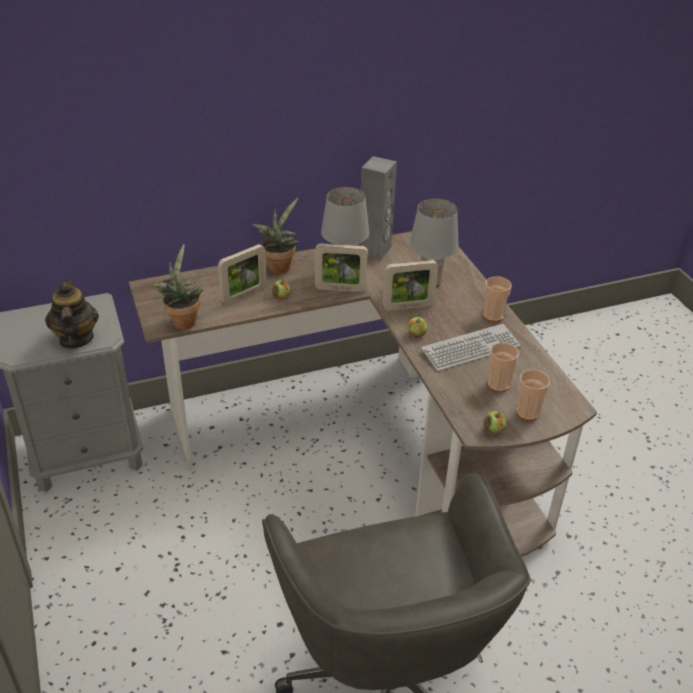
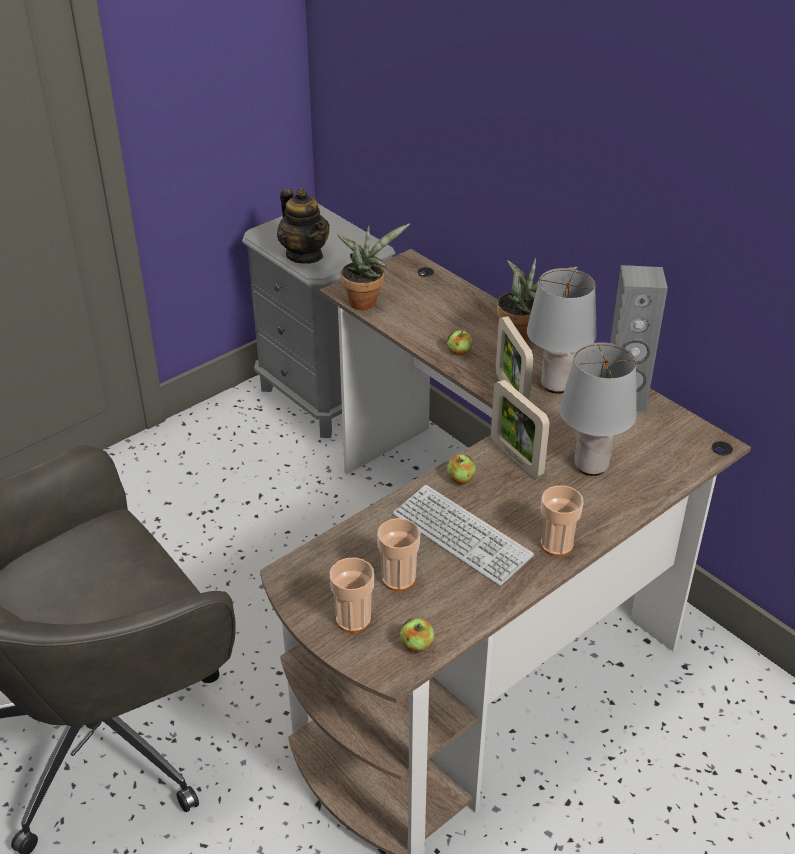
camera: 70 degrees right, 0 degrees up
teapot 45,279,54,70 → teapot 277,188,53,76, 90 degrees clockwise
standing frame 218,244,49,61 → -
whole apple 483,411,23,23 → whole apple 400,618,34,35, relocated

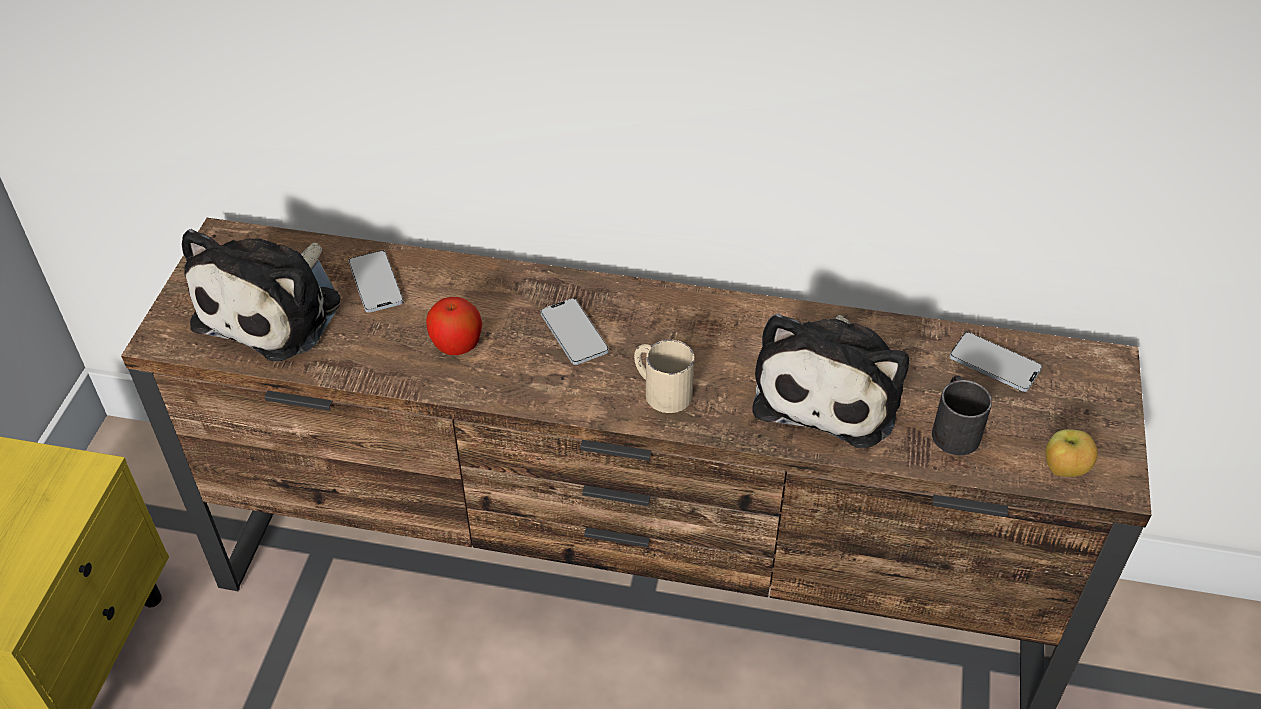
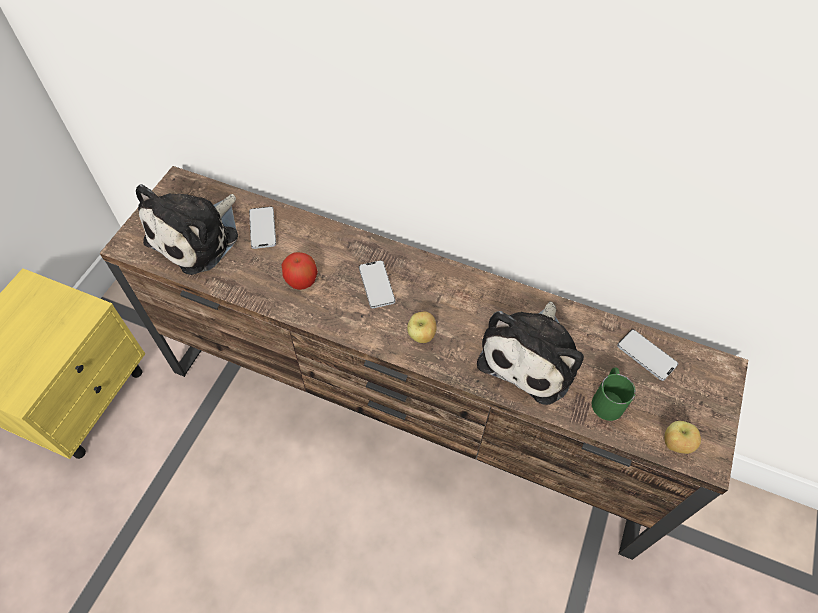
camera: 10 degrees right, 10 degrees up
beige coffee mug 634,339,61,74 → whole apple 407,312,30,31
black coffee mug 932,375,60,80 → green coffee mug 592,367,44,54

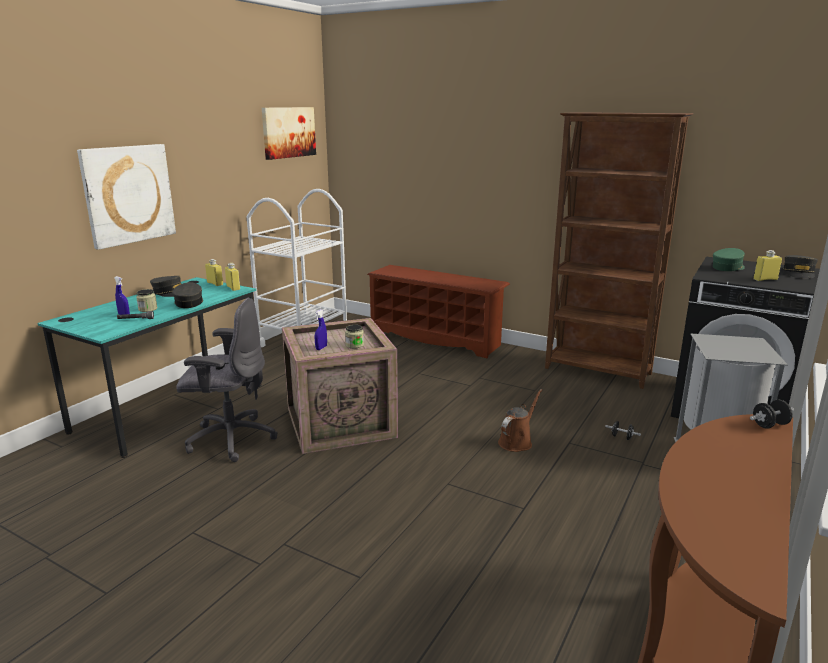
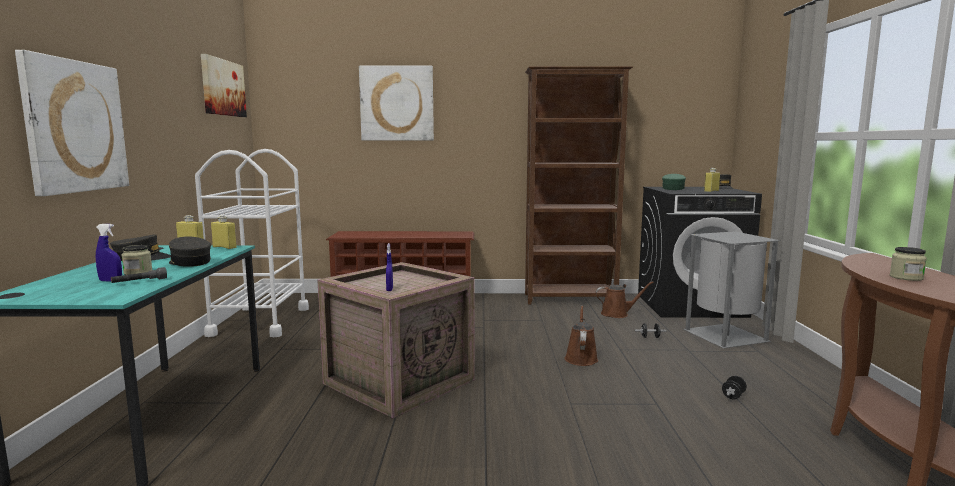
camera: 30 degrees left, 10 degrees down
gray desk chair 176,298,102,164 → -
storage jar 345,324,19,24 → storage jar 890,247,37,34, relocated
black hand weight 750,400,44,28 → black hand weight 722,376,24,23, relocated
- → wall art 359,65,75,76
- → brown watering pot 595,281,59,37

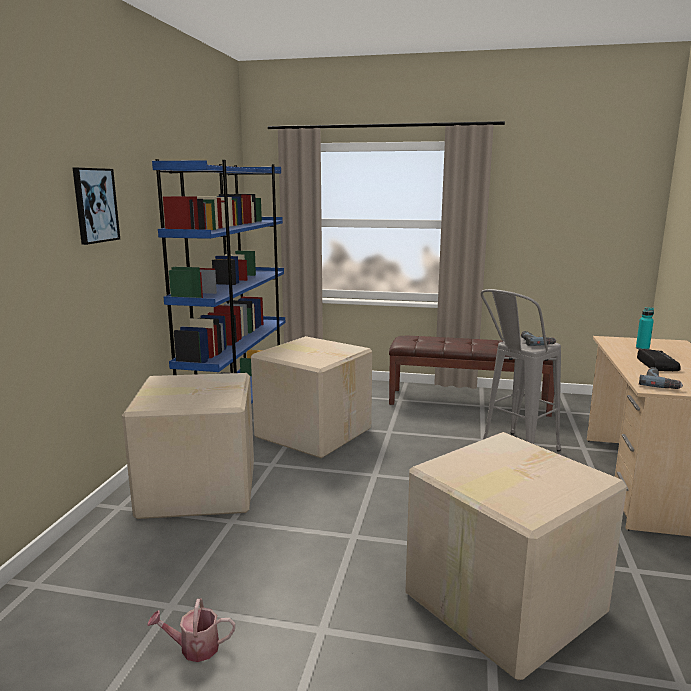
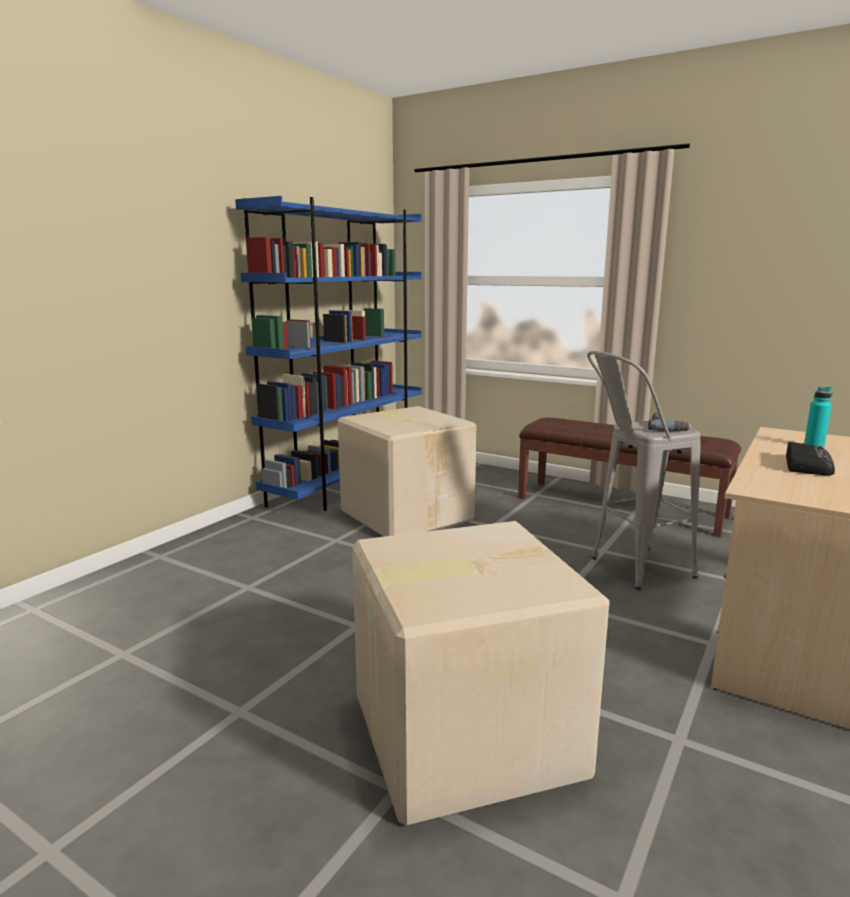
camera: 20 degrees right, 0 degrees up
wall art 73,167,47,78 → -
packing box 122,373,132,146 → -
watering pot 148,599,87,63 → -
drill 639,367,44,22 → -

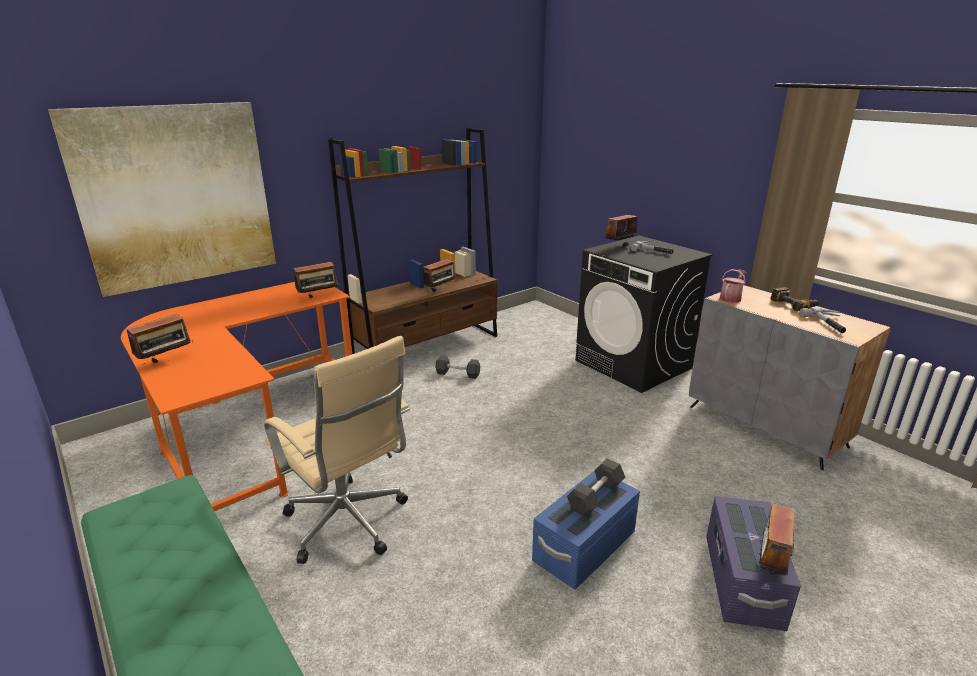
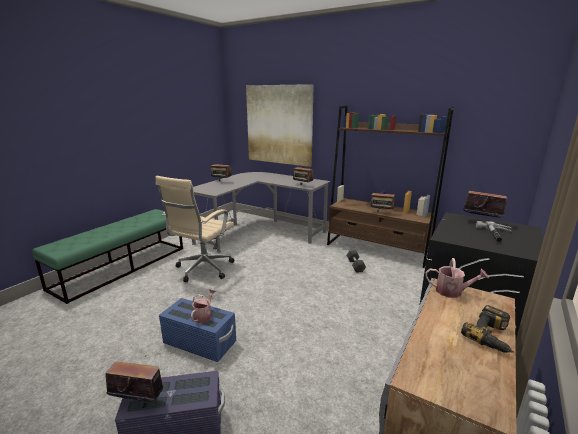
camera: 70 degrees right, 5 degrees down
orangey desk table 121,282,231,229 → gray desk table 192,172,138,81
gray hand weight 567,459,58,58 → watering pot 191,289,25,34
hammer 799,307,47,26 → -

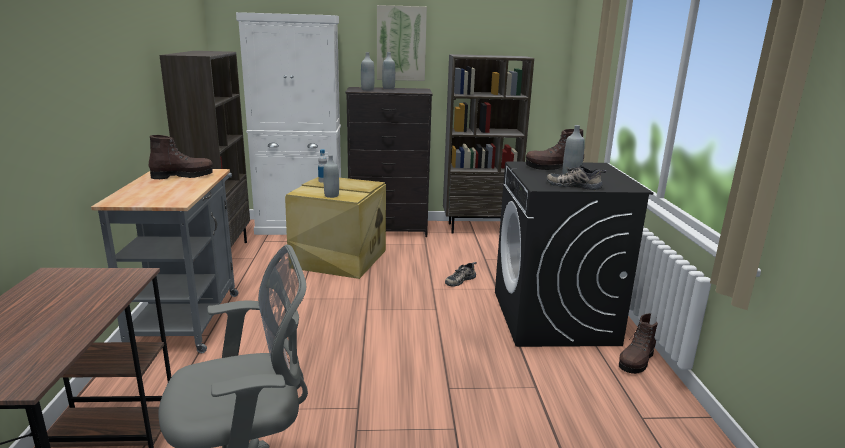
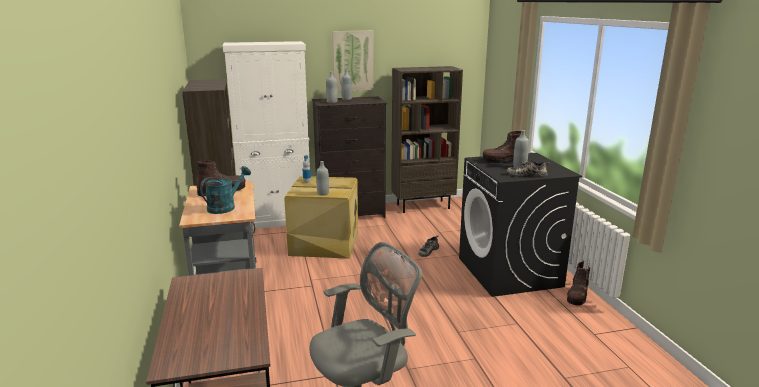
camera: 10 degrees left, 0 degrees up
- → blue-green watering pot 200,166,51,48

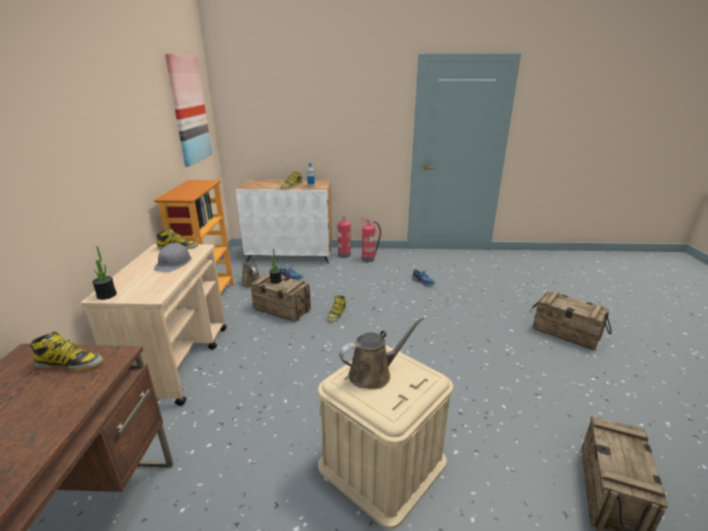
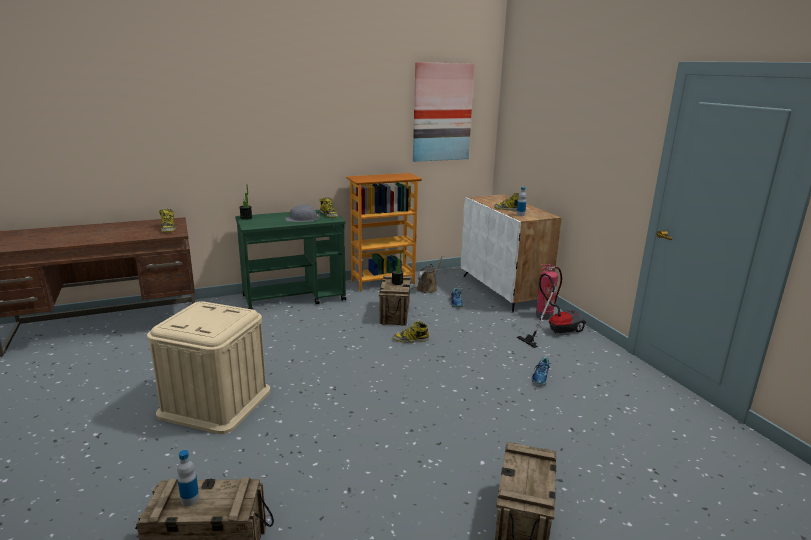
camera: 65 degrees right, 5 degrees down
beige wheeled cart 81,244,146,162 → green wheeled cart 235,210,111,100
brown watering pot 339,317,85,73 → -
fire-fighting cylinder 361,218,20,44 → vacuum cleaner 516,274,70,74
- → bottle 177,450,22,56

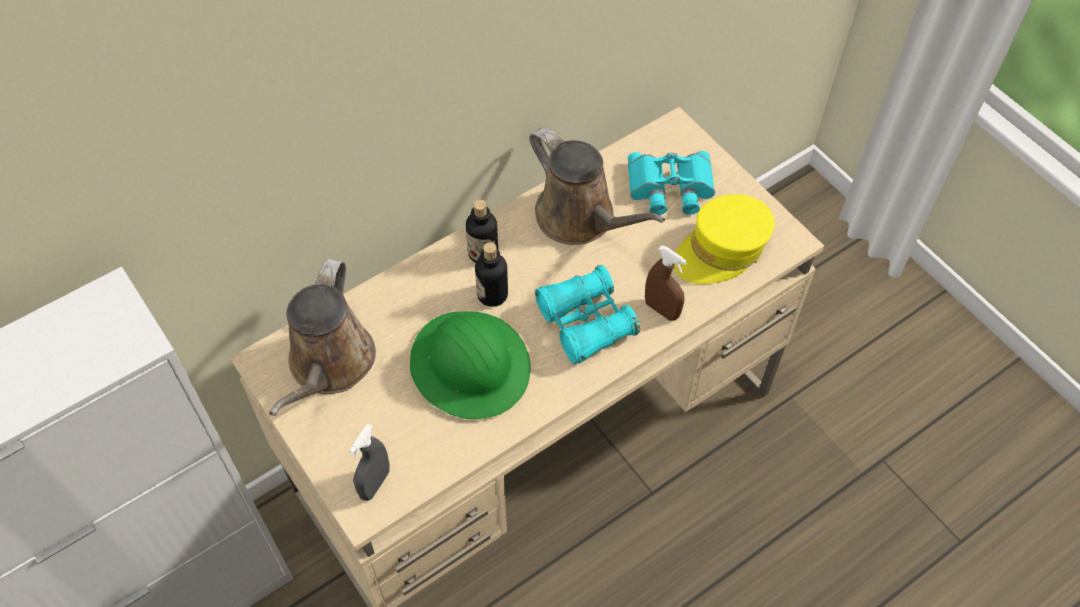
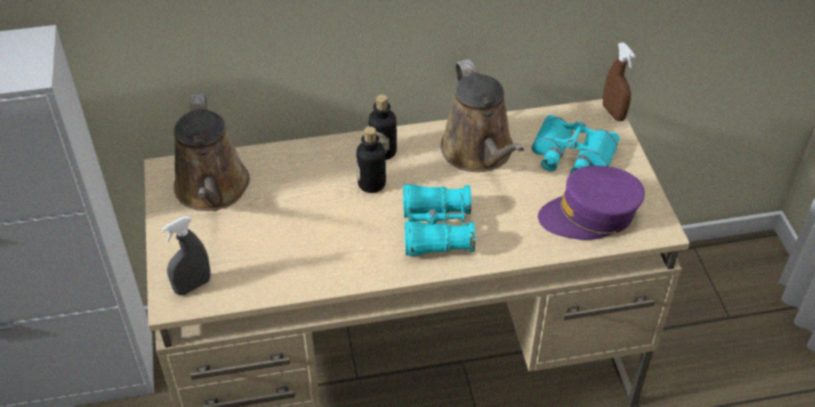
camera: 25 degrees right, 10 degrees down
brown watering pot 269,259,107,157 → brown watering pot 174,93,76,118, 45 degrees counterclockwise
green work helmet 410,311,121,108 → -
brown sprayer 645,246,42,75 → brown sprayer 603,43,33,78, relocated
yellow baseball cap 674,194,101,90 → purple-coloured baseball cap 538,165,107,75

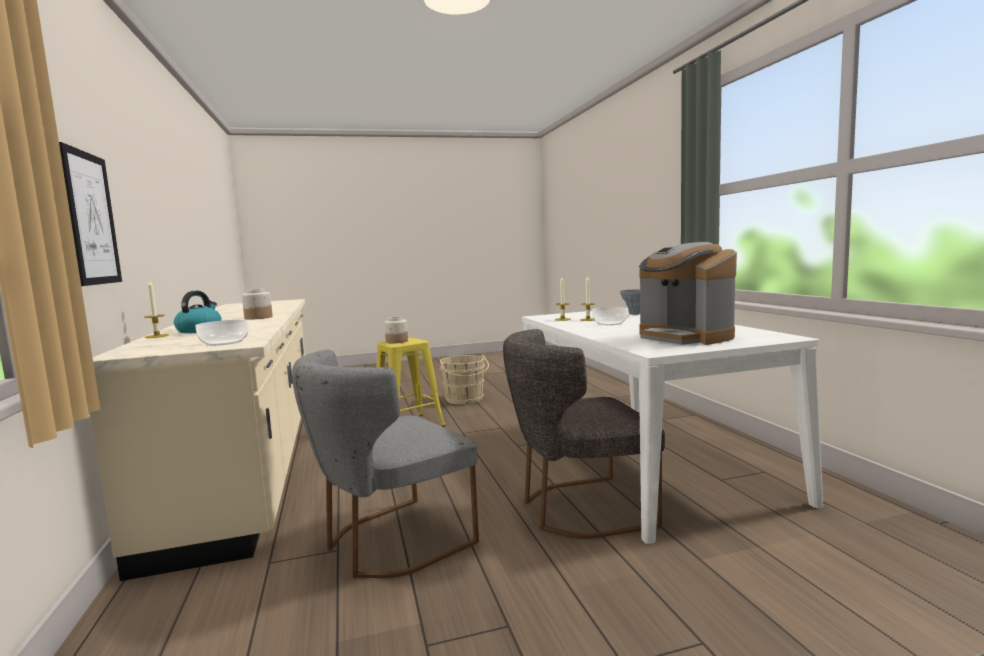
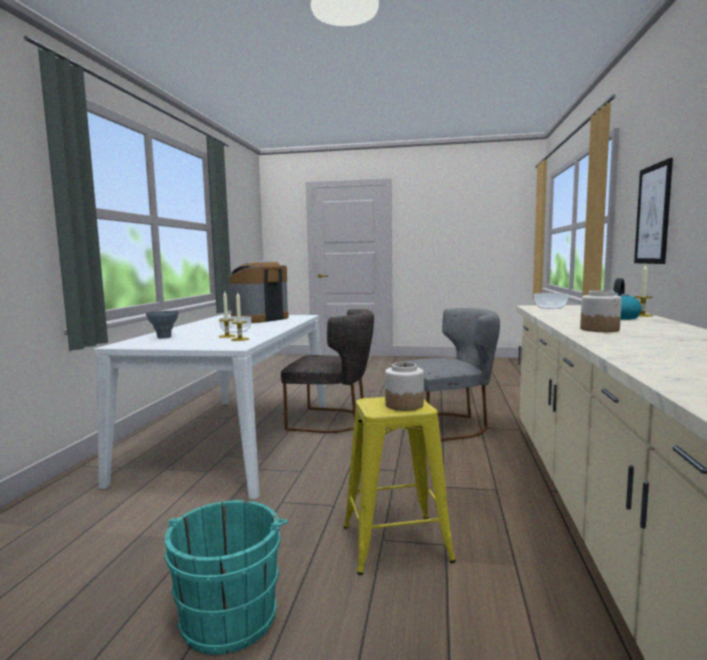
camera: 155 degrees left, 0 degrees up
beige water bucket 440,354,49,50 → blue-green water bucket 164,500,124,155
coffee machine 639,242,98,103 → coffee machine 229,260,59,63, 135 degrees counterclockwise

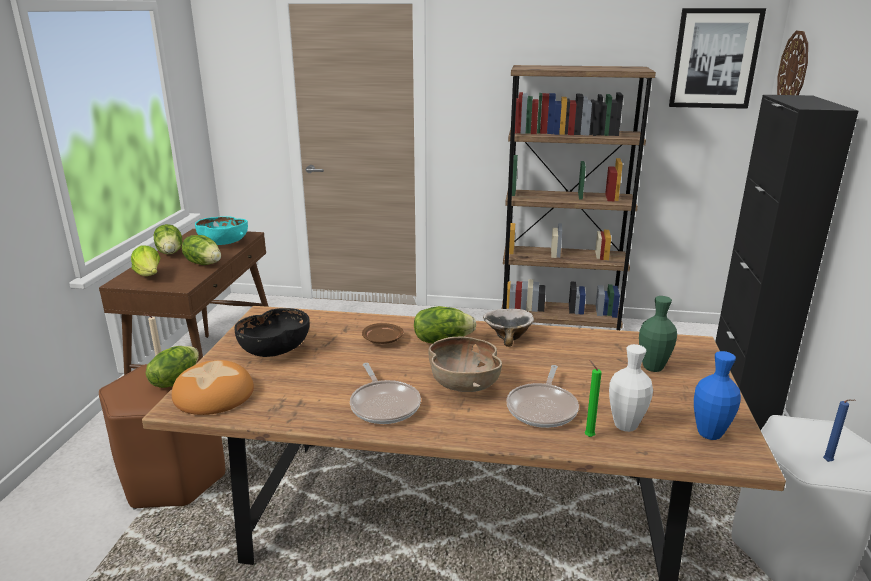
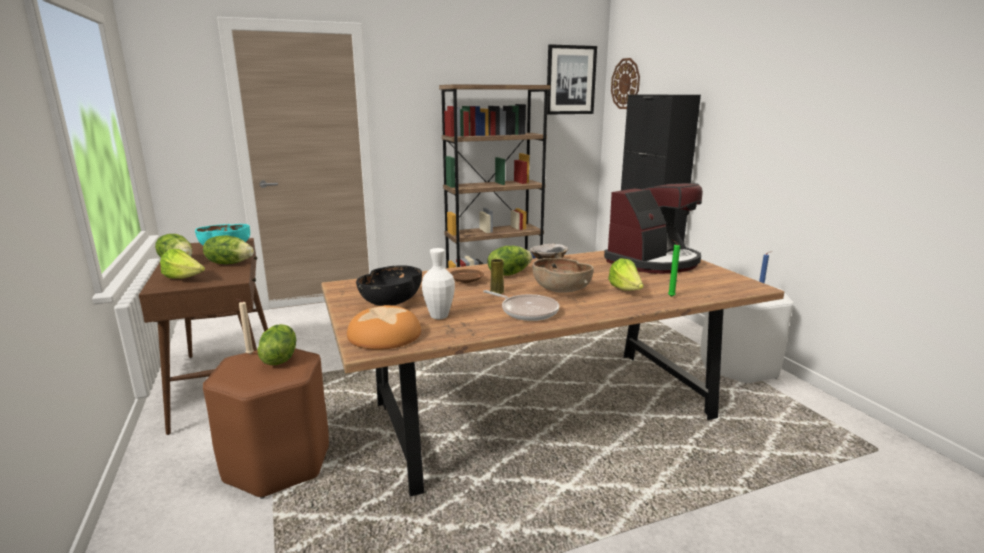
camera: 30 degrees left, 5 degrees down
pan 506,365,73,63 → lettuce 608,258,36,33
whitish flower vase 609,344,44,88 → whitish flower vase 422,248,33,71, relocated
green flower vase 639,296,38,76 → coffee machine 604,183,99,91
blue-coloured flower vase 694,351,47,89 → -
- → yellow flower vase 490,259,14,35

